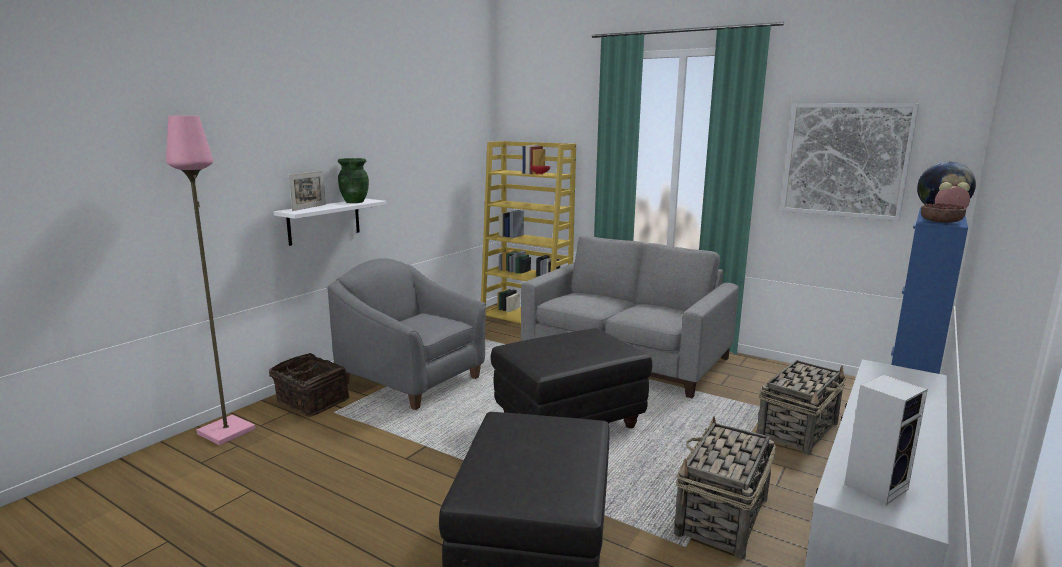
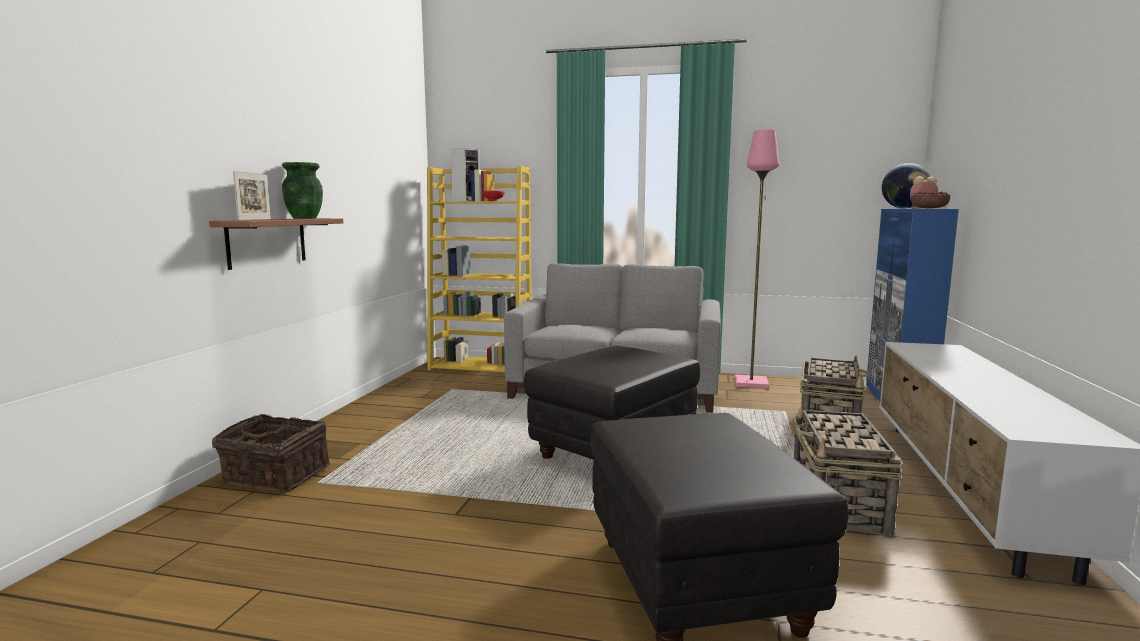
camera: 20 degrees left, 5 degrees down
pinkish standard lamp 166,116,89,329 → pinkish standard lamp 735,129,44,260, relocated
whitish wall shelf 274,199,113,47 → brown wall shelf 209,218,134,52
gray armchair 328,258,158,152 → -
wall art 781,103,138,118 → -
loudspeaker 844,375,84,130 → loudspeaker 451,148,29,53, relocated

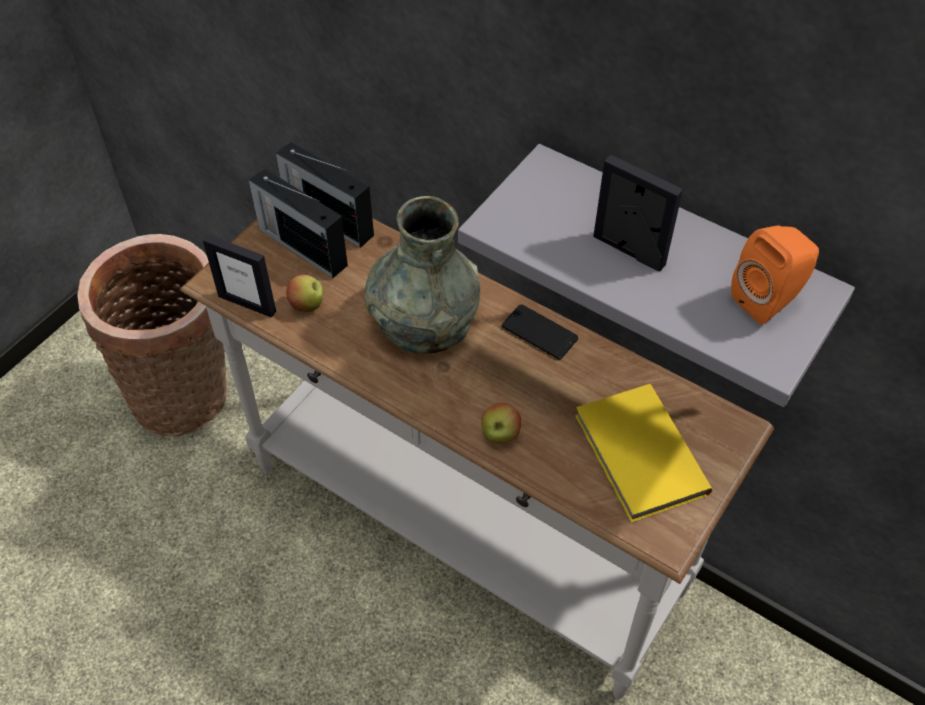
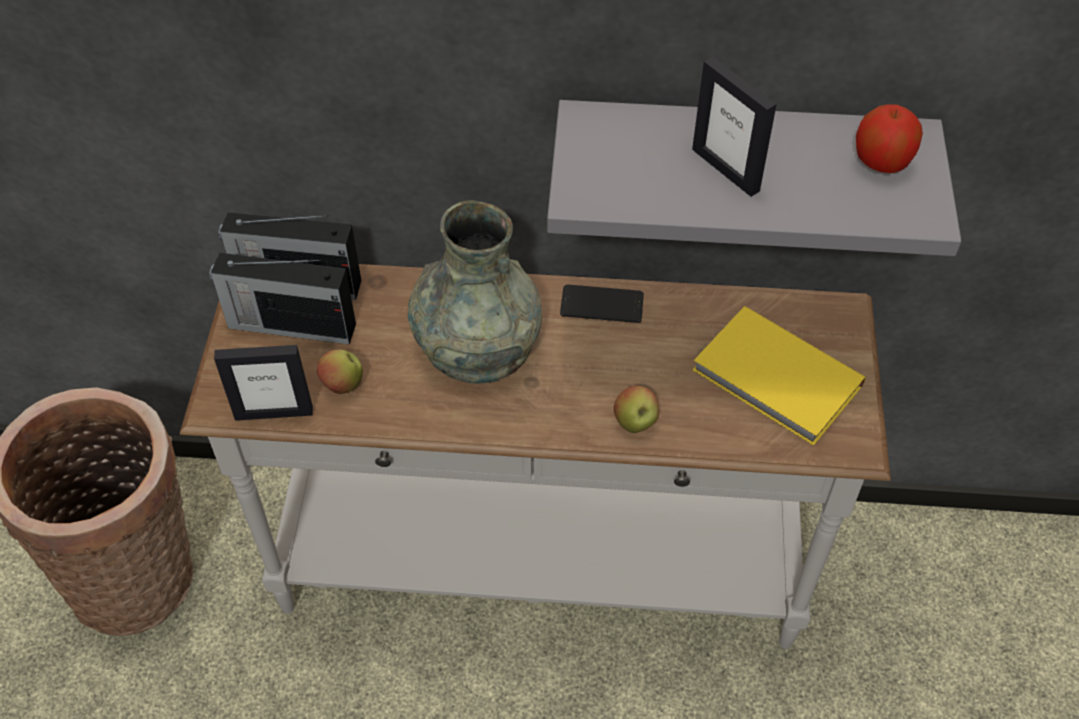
camera: 30 degrees left, 0 degrees up
standing frame 593,155,90,116 → standing frame 692,57,85,140, 135 degrees counterclockwise
orangey loudspeaker 731,225,88,99 → whole apple 856,104,67,69

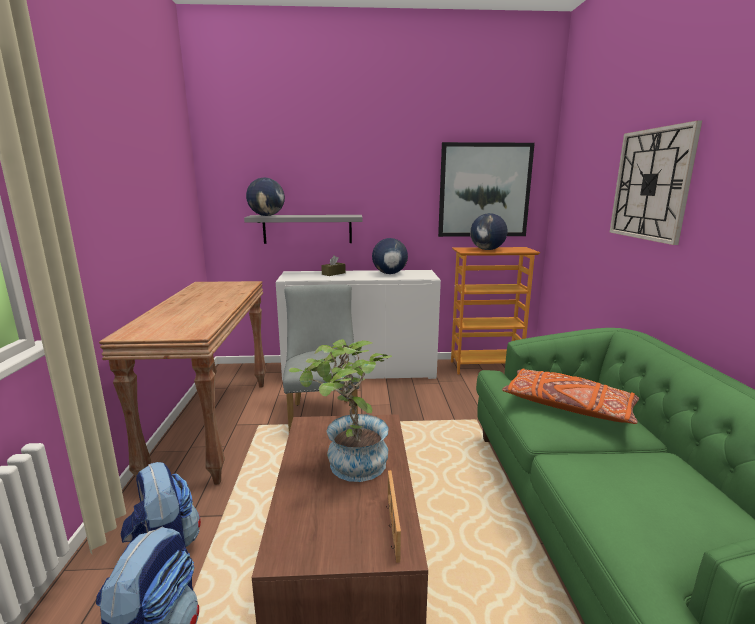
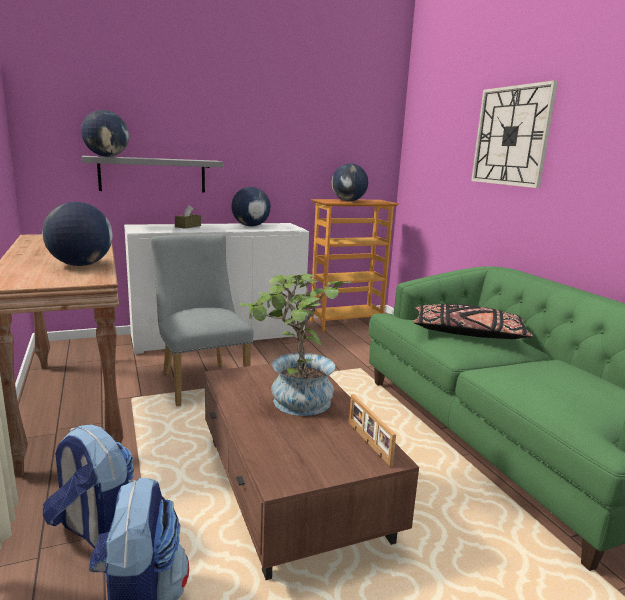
camera: 20 degrees left, 0 degrees up
wall art 438,142,97,95 → -
orangey throw pillow 502,369,137,55 → black throw pillow 413,304,120,35
- → world globe 42,202,71,64

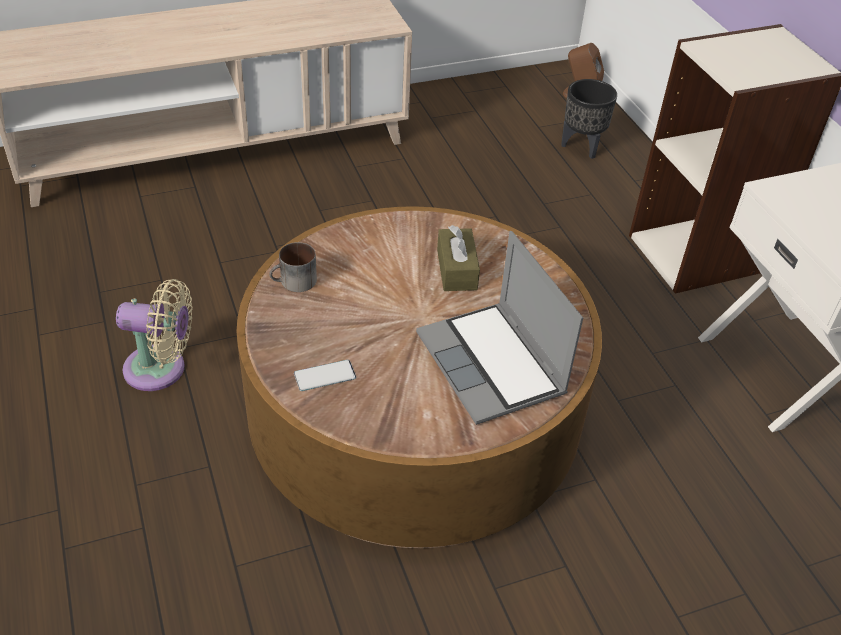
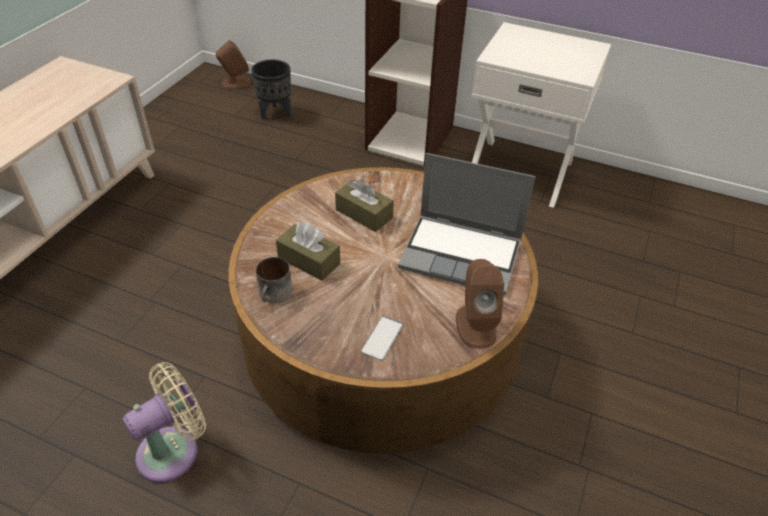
camera: 45 degrees left, 0 degrees up
- → brown tissue box 276,222,64,59
- → brown loudspeaker 456,259,48,90

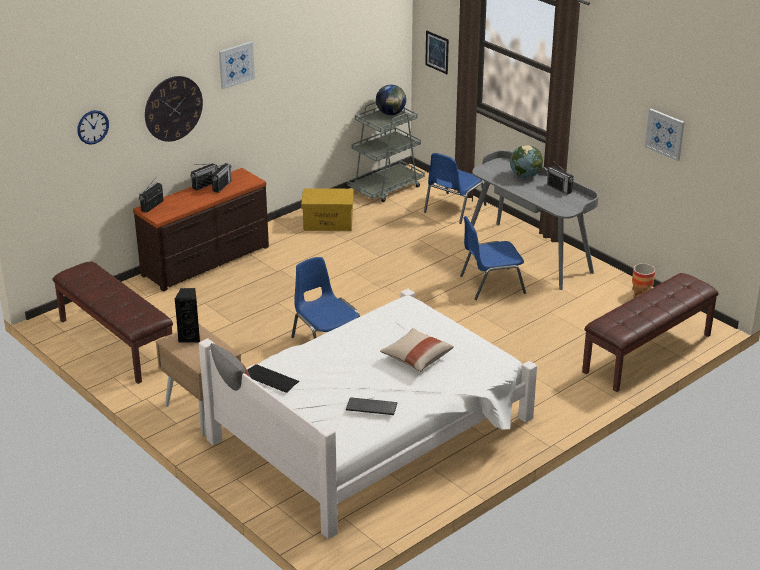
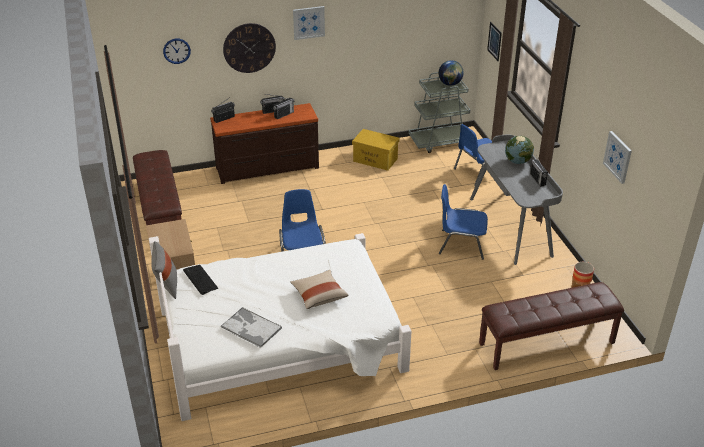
camera: 25 degrees right, 5 degrees up
black loudspeaker 174,288,26,55 → -
PC keyboard 346,397,51,18 → serving tray 221,307,61,41

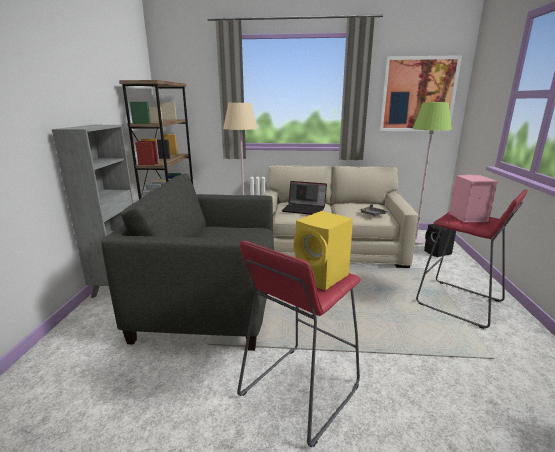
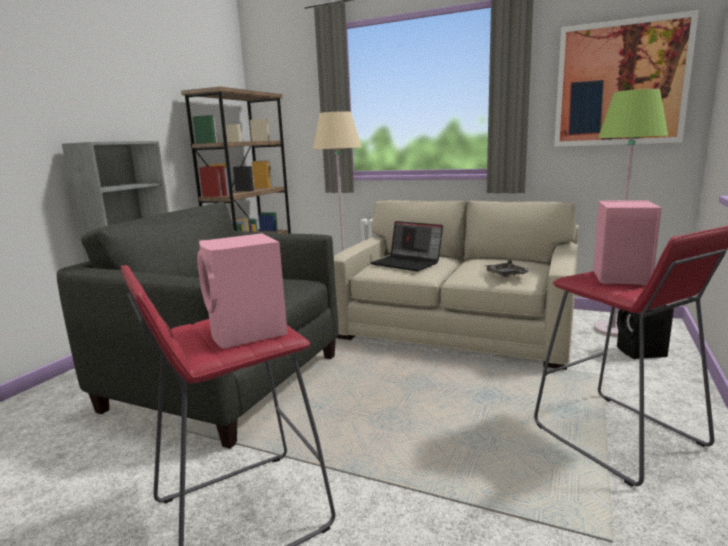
camera: 20 degrees right, 5 degrees down
yellow loudspeaker 294,211,59,79 → pinkish loudspeaker 197,233,91,116

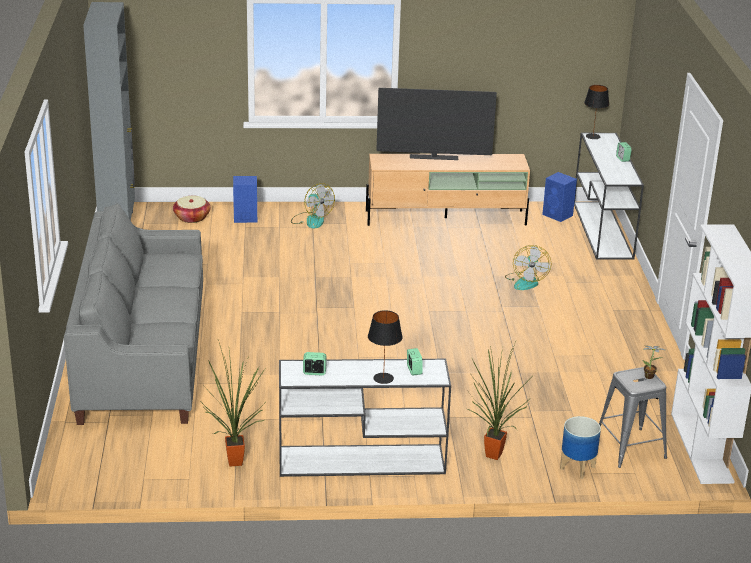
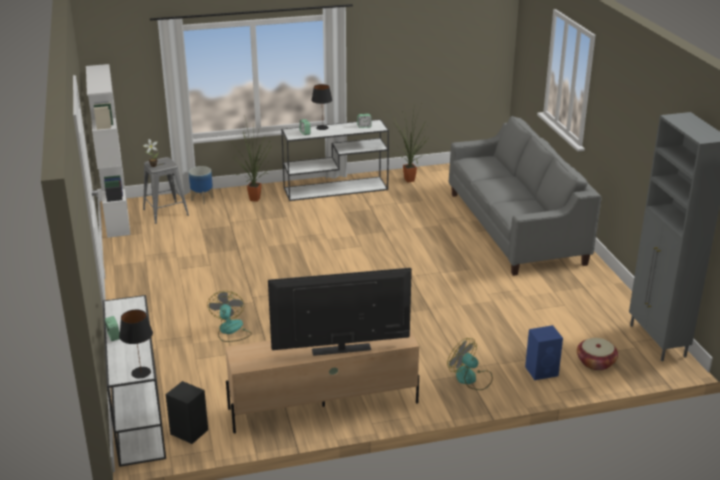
camera: 170 degrees right, 0 degrees up
blue-coloured loudspeaker 542,172,35,50 → black loudspeaker 166,381,42,63

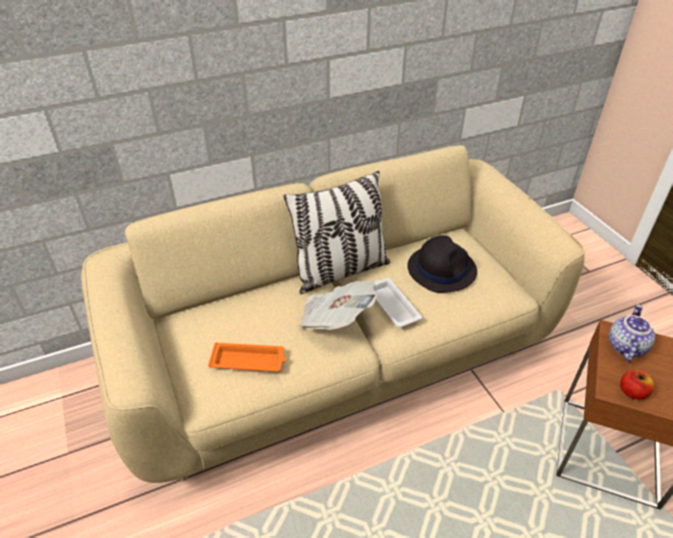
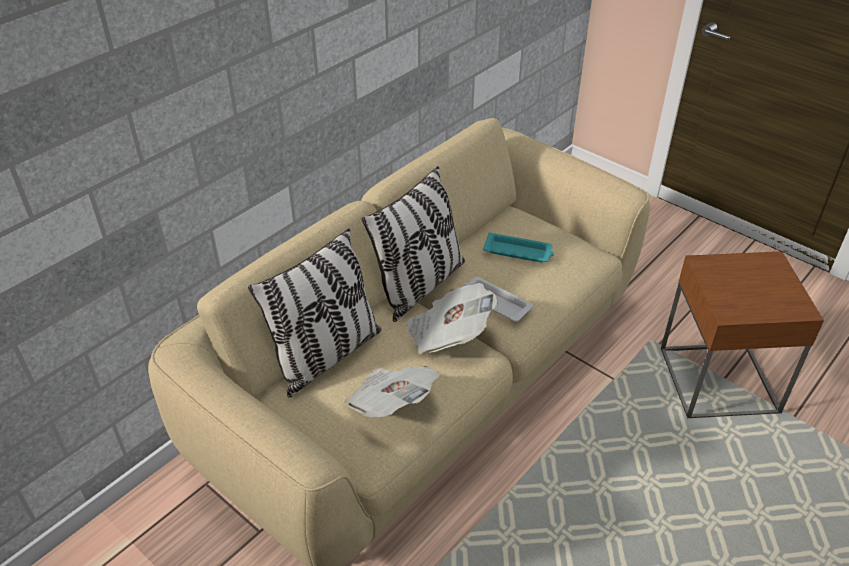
camera: 25 degrees left, 0 degrees up
orangey serving tray 208,342,78,30 → printed paper 344,366,96,51
black clothing hat 407,235,70,58 → blue-green serving tray 483,232,71,30
teapot 609,304,46,57 → -
whole apple 620,370,34,30 → -
- → throw pillow 248,229,134,168

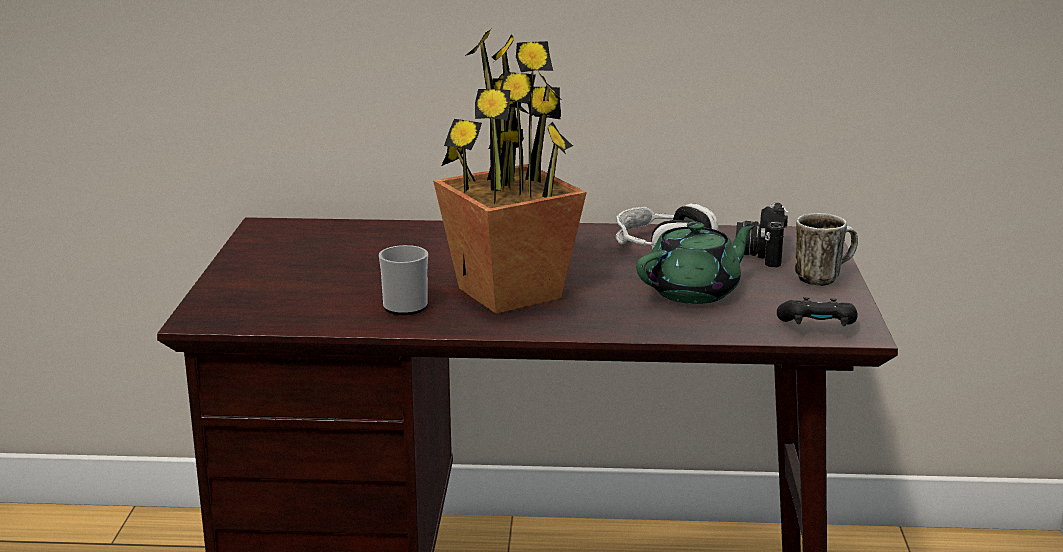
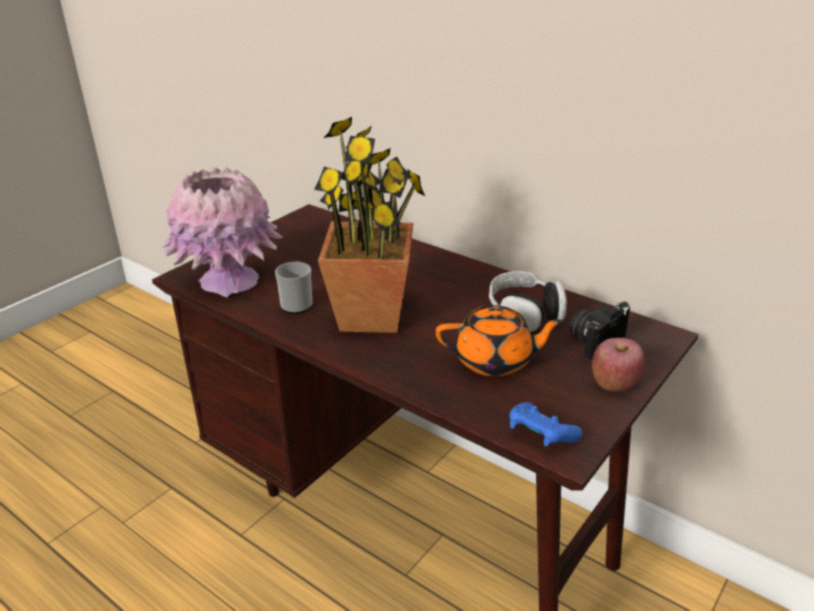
camera: 35 degrees right, 10 degrees up
green teapot 636,222,120,82 → orangey teapot 436,305,128,71
black gamepad 777,297,81,29 → blue-coloured gamepad 510,402,72,44
coffee mug 795,213,63,73 → whole apple 592,338,53,53
- → pinkish flower vase 161,167,122,131

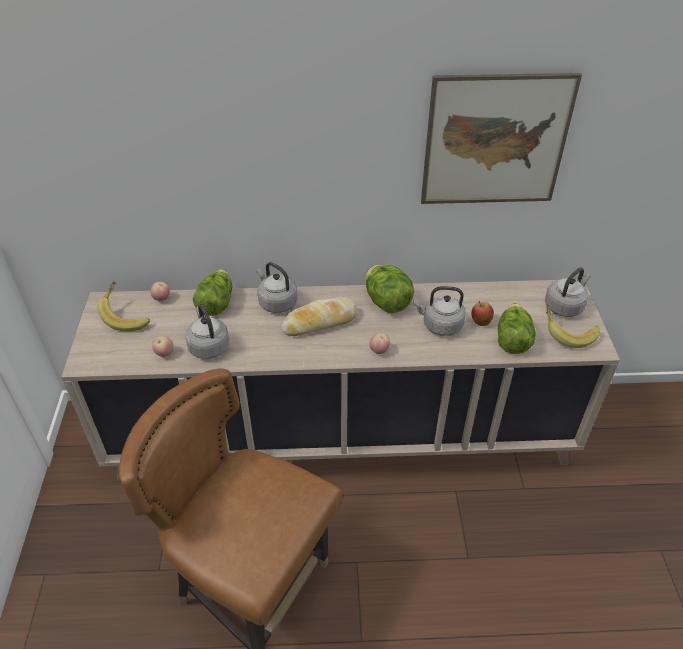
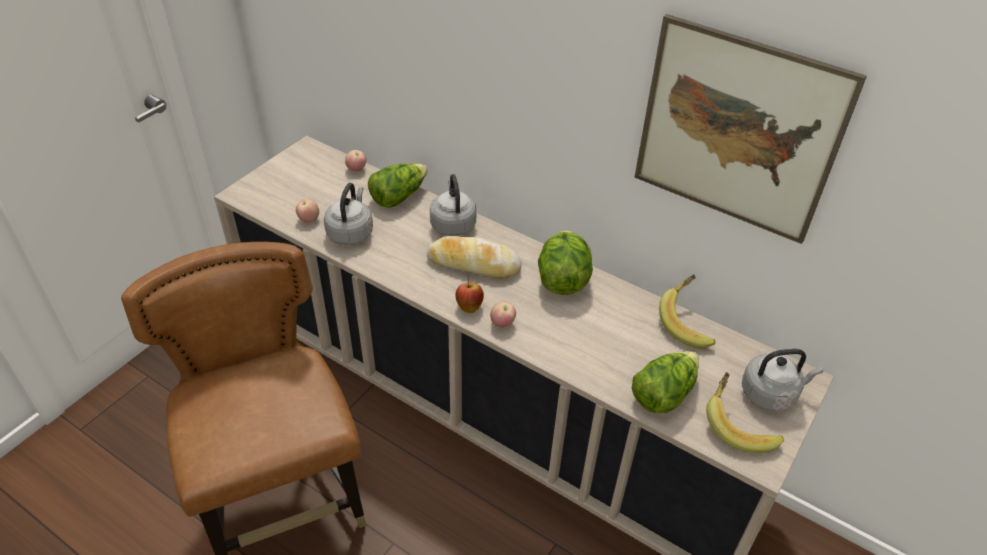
camera: 35 degrees right, 0 degrees up
whole banana 98,281,52,50 → whole banana 659,274,57,74, relocated
gray tea kettle 413,286,53,50 → -
whole apple 471,301,23,25 → whole apple 456,278,28,35, relocated

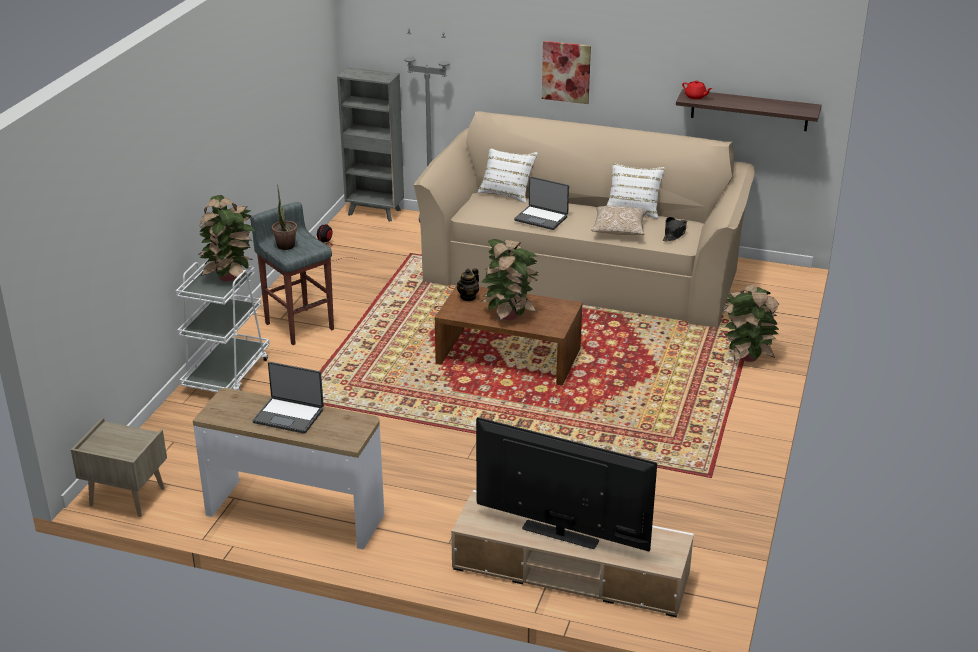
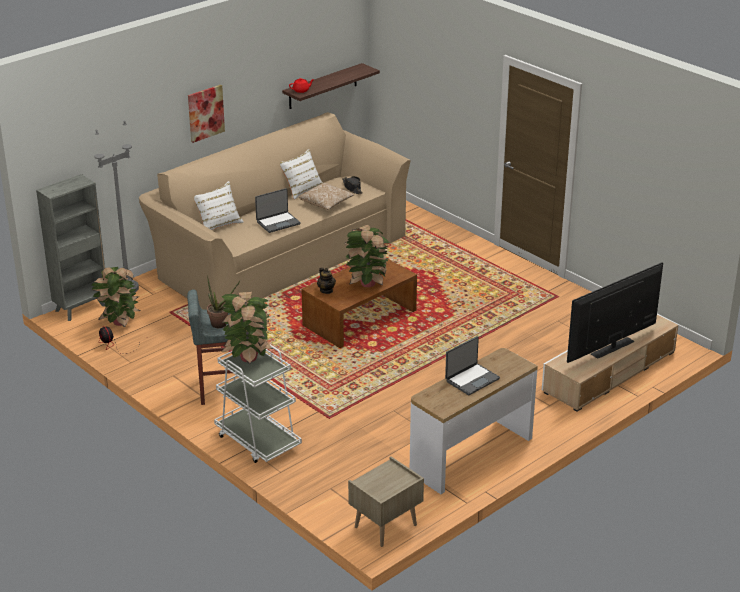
camera: 60 degrees left, 0 degrees up
potted plant 723,284,56,78 → potted plant 91,267,49,60, relocated

